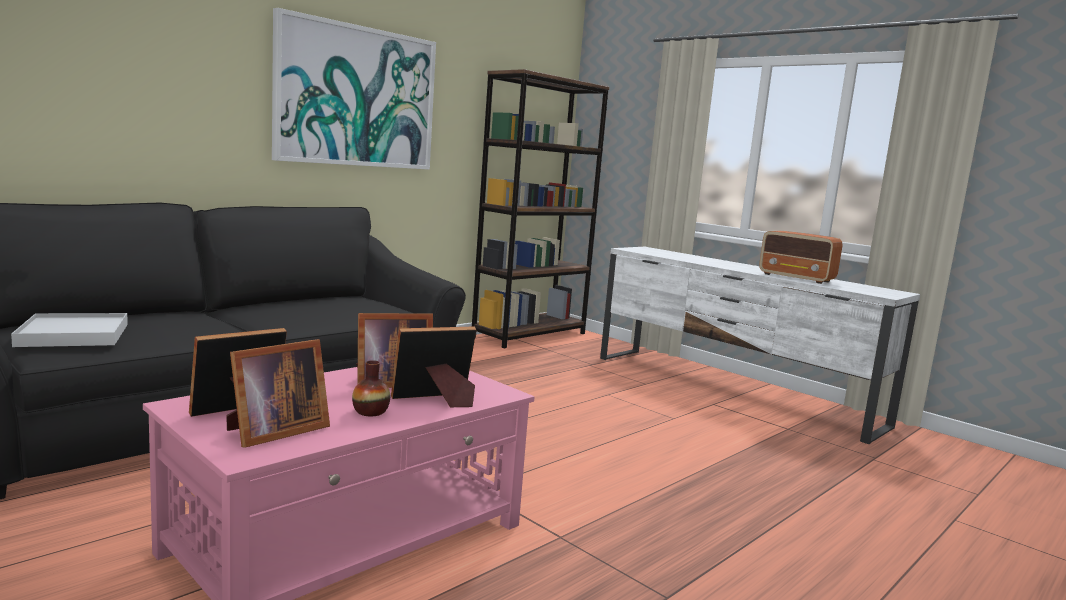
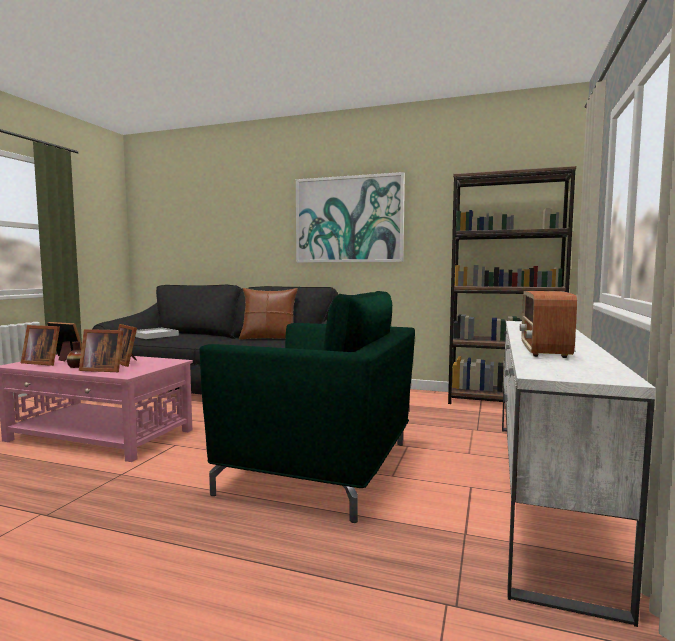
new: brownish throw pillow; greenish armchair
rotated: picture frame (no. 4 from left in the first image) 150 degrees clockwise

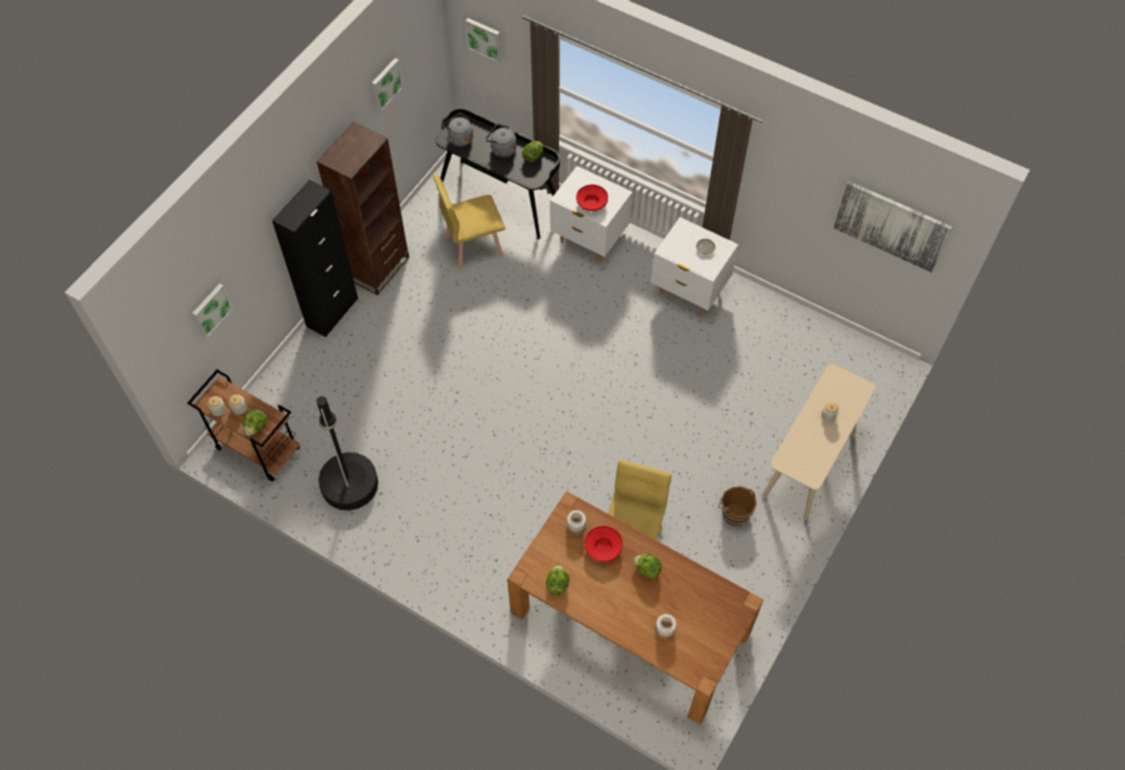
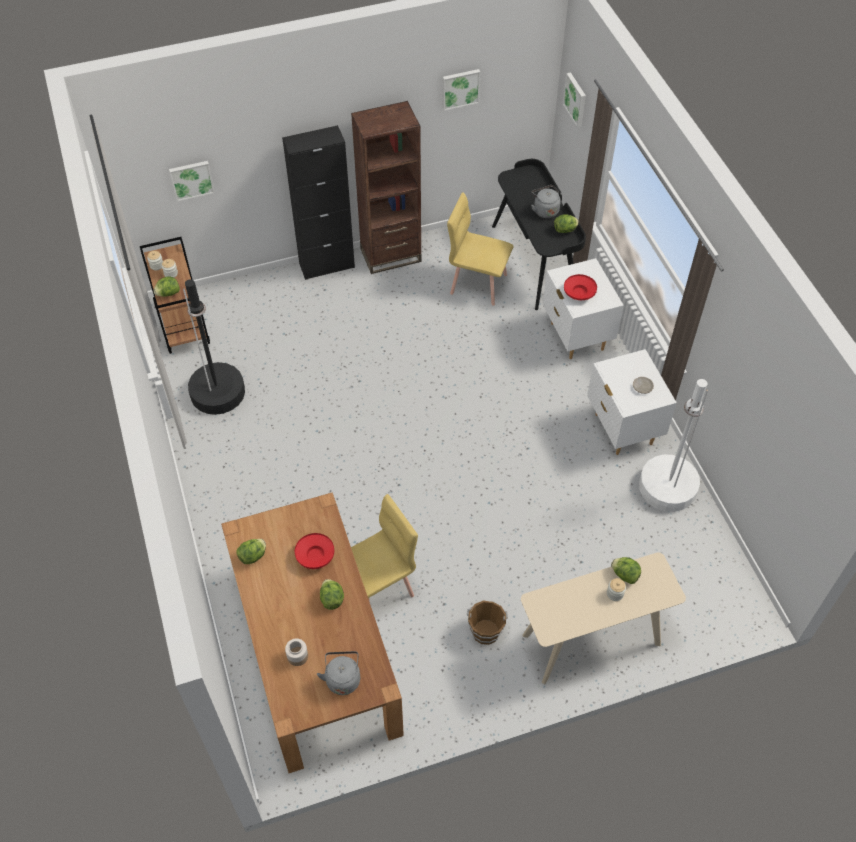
gone: picture (no. 4 from left); storage jar (no. 3 from left)
new: whitish floor lamp; lettuce head (no. 5 from left)
shifted: greyish water kettle (no. 1 from left)

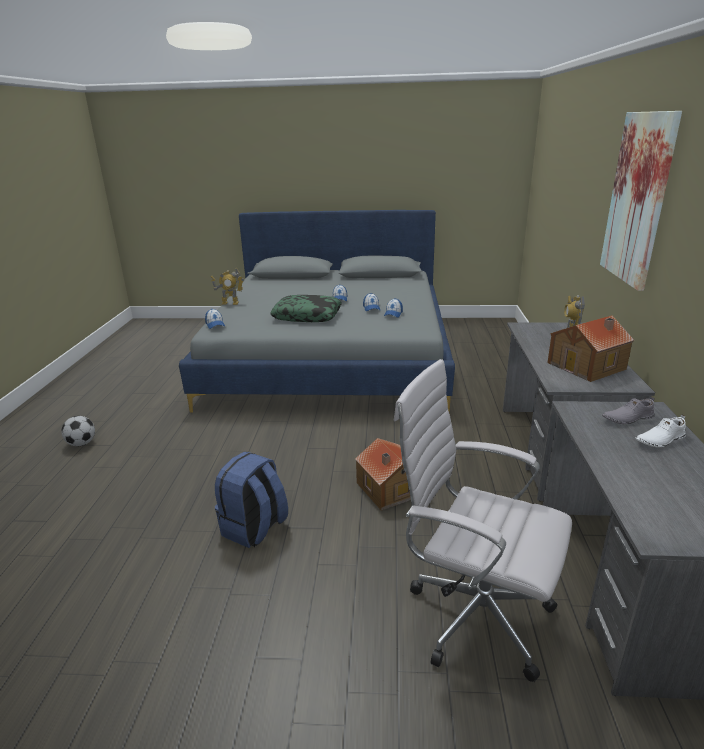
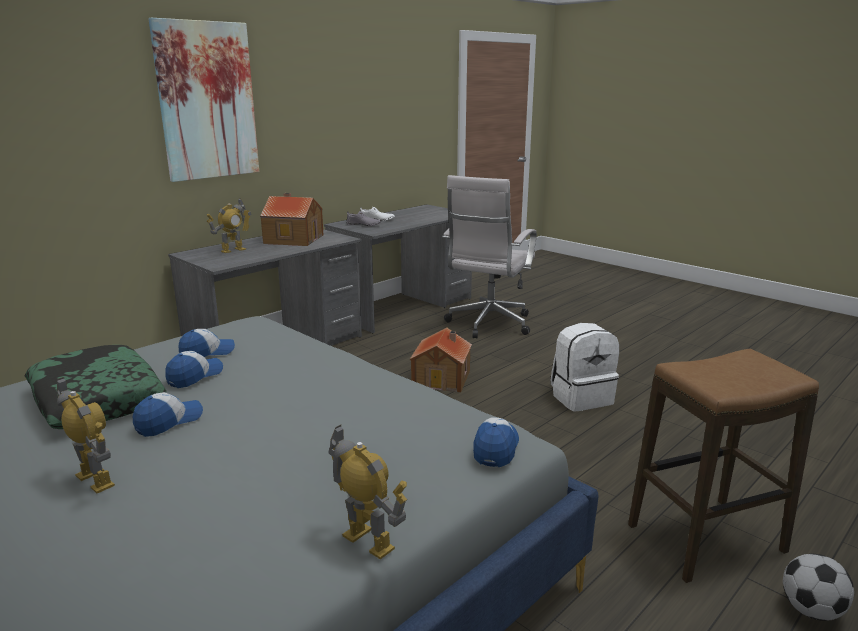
new: stool seat; robot figure (no. 1 from left)
shifted: throw pillow
repainted: blue backpack to whitish backpack
rotated: whitish office chair 45 degrees clockwise

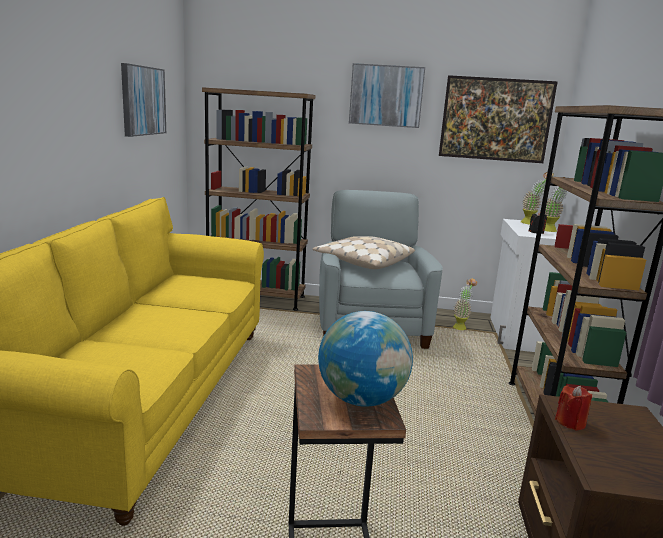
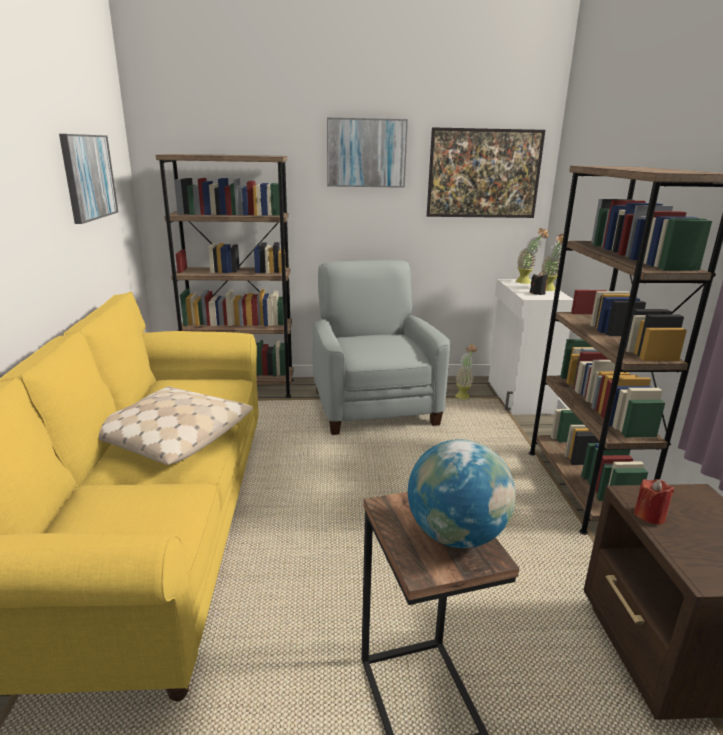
shifted: sand-coloured throw pillow

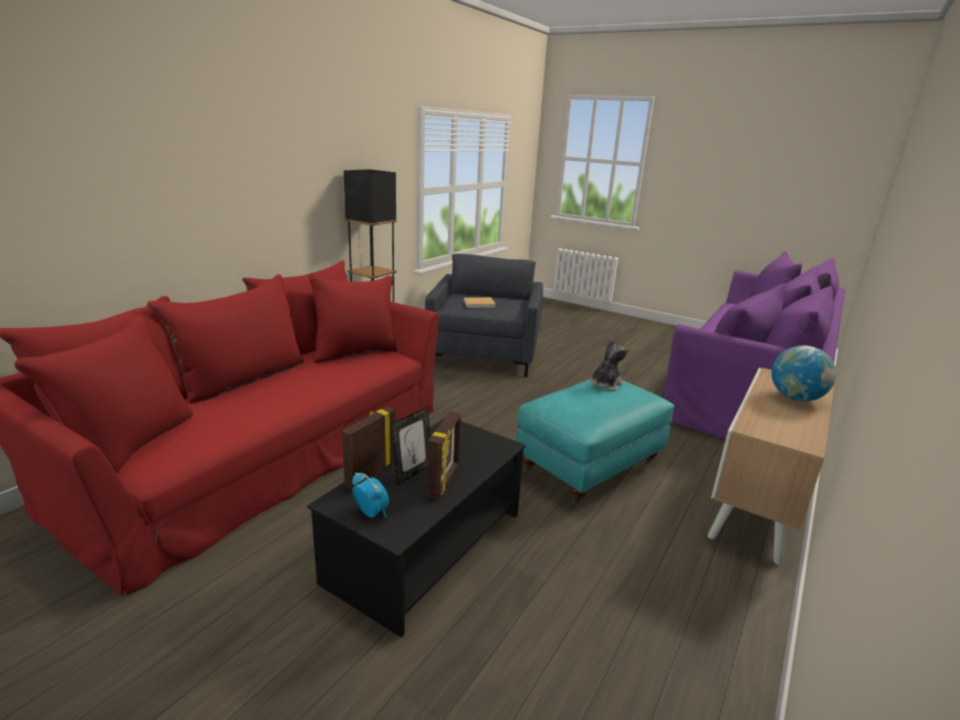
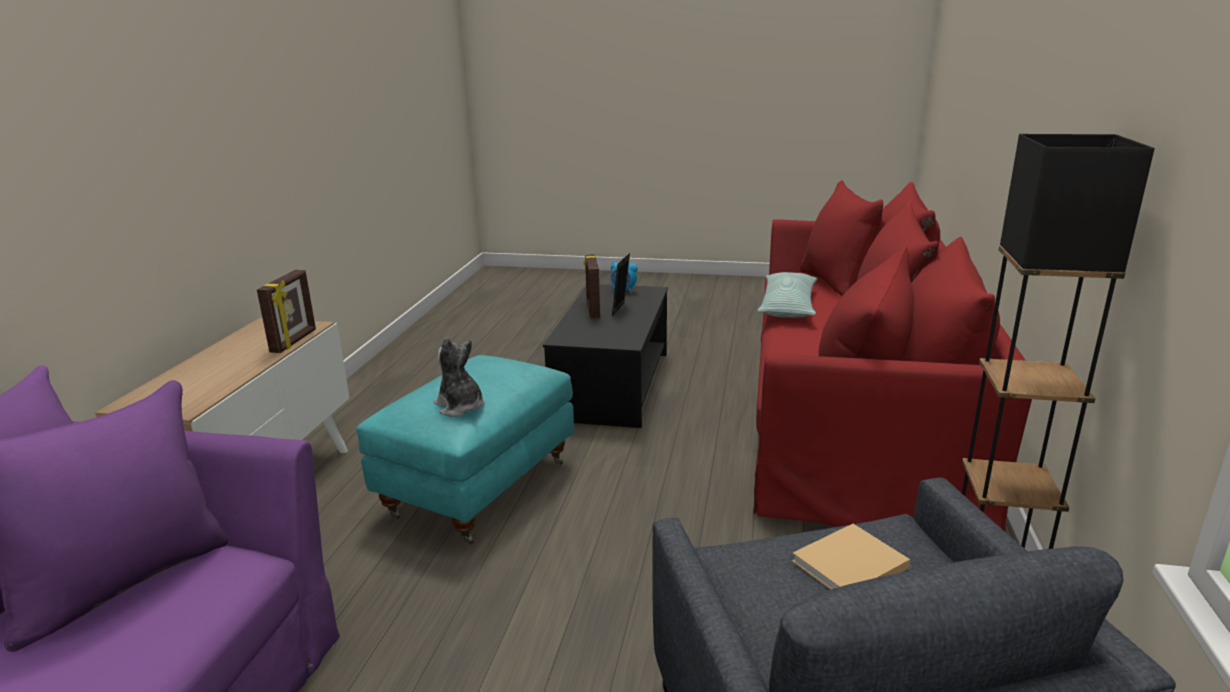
gone: globe
new: throw pillow
shifted: picture frame (no. 1 from left)
rotated: cuddly toy 120 degrees clockwise

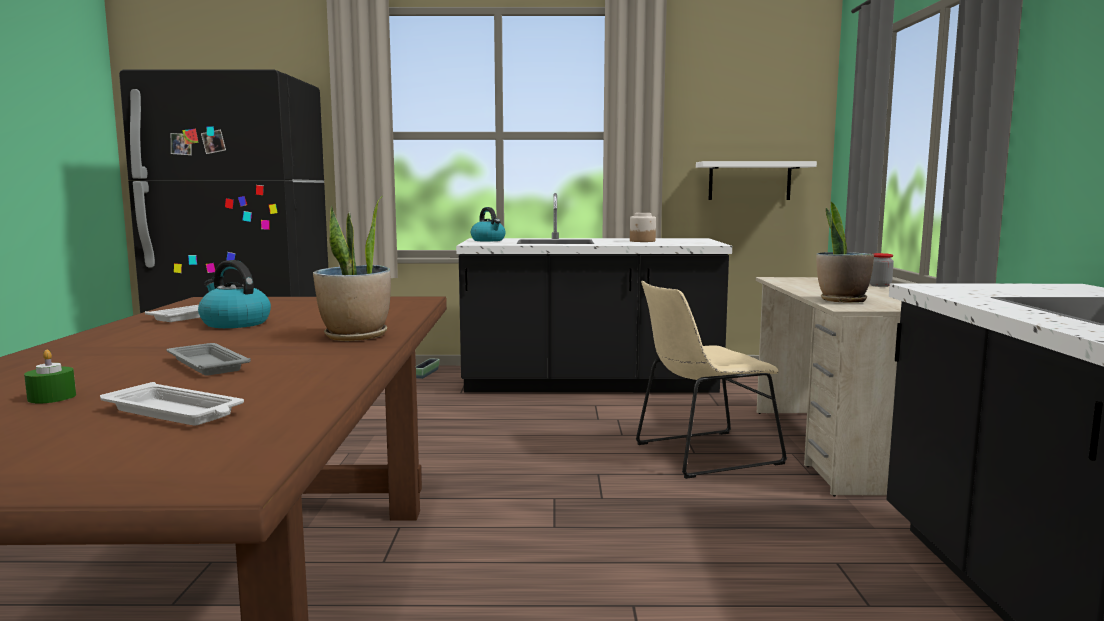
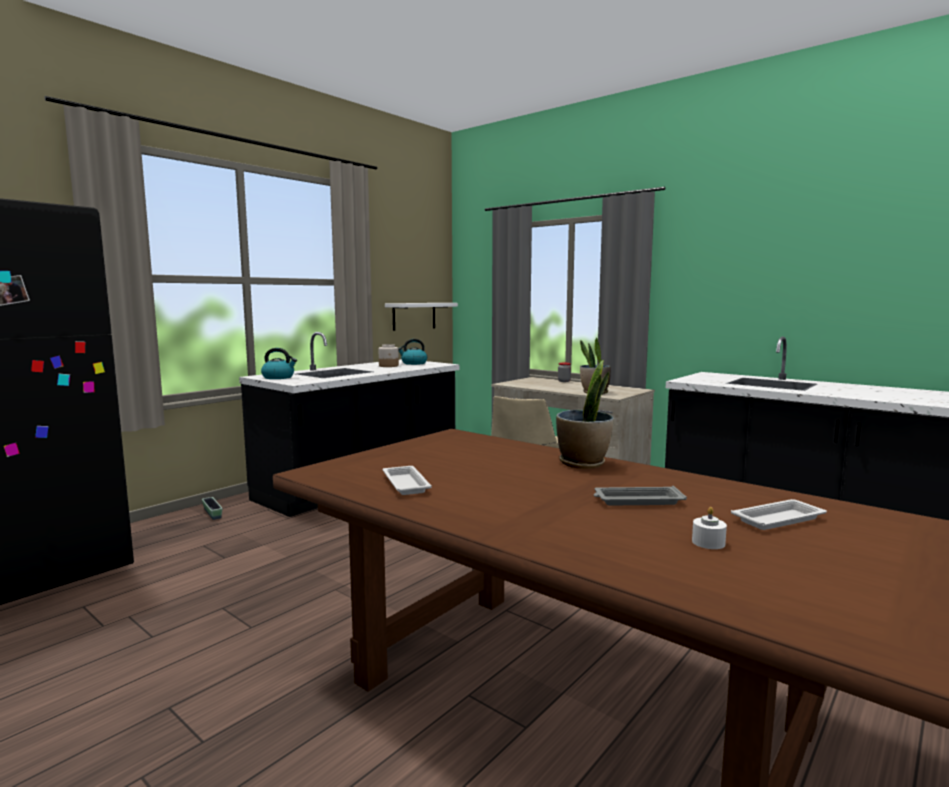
shifted: water kettle (no. 1 from left in the first image) to water kettle (no. 2 from left)
repainted: greenish wax light to whitish wax light

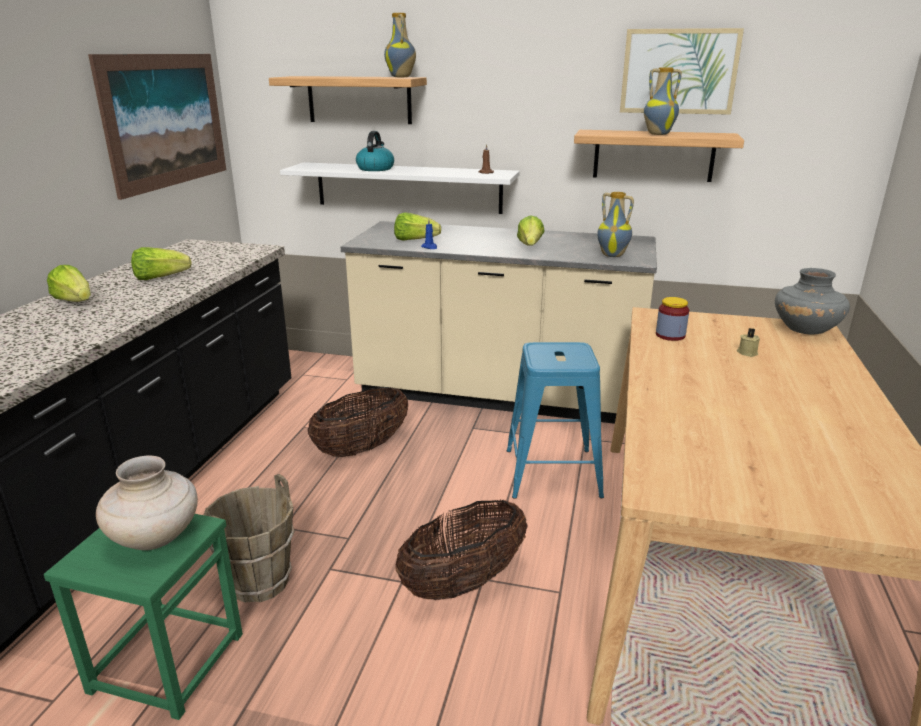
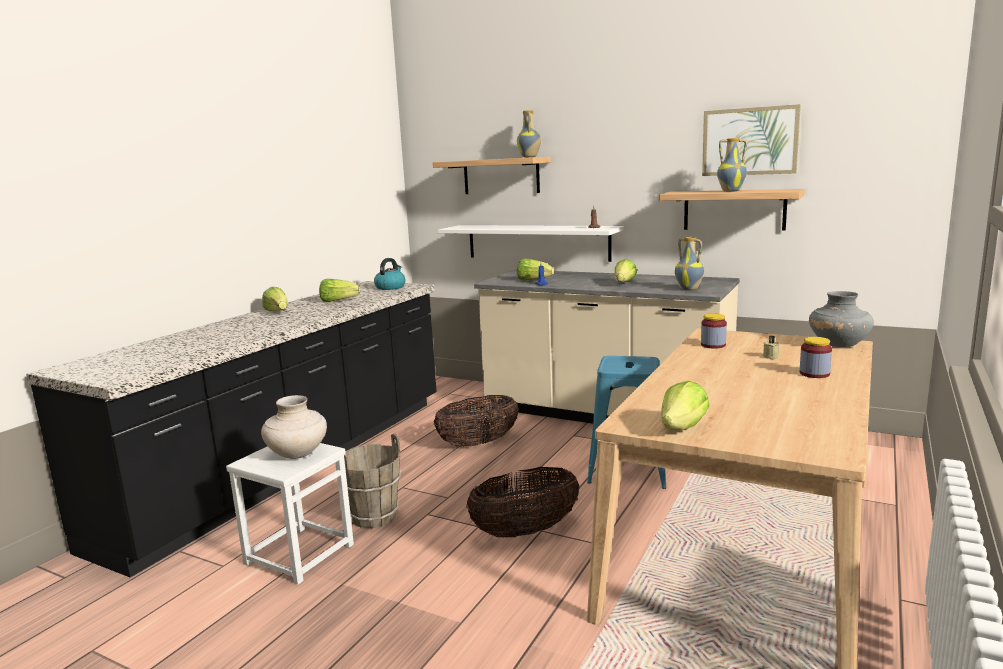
gone: picture (no. 1 from left)
new: storage jar (no. 2 from left); lettuce head (no. 5 from left)
shifted: water kettle
repainted: greenish stool seat to whitish stool seat

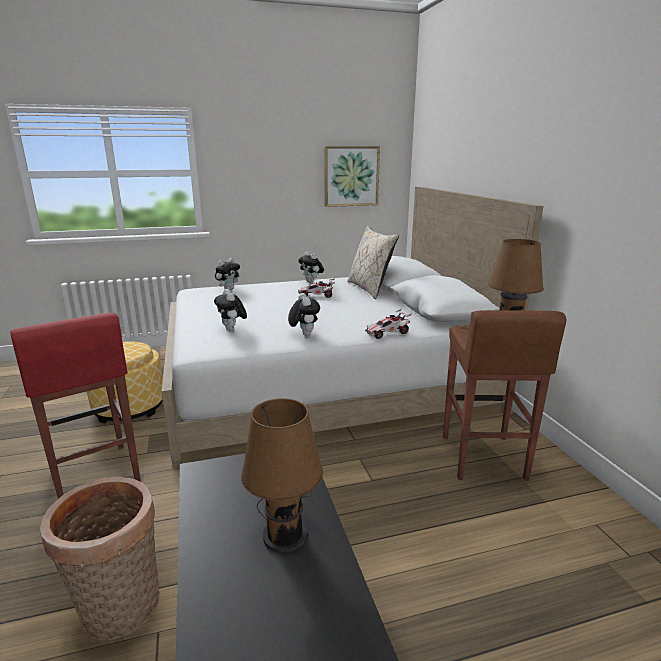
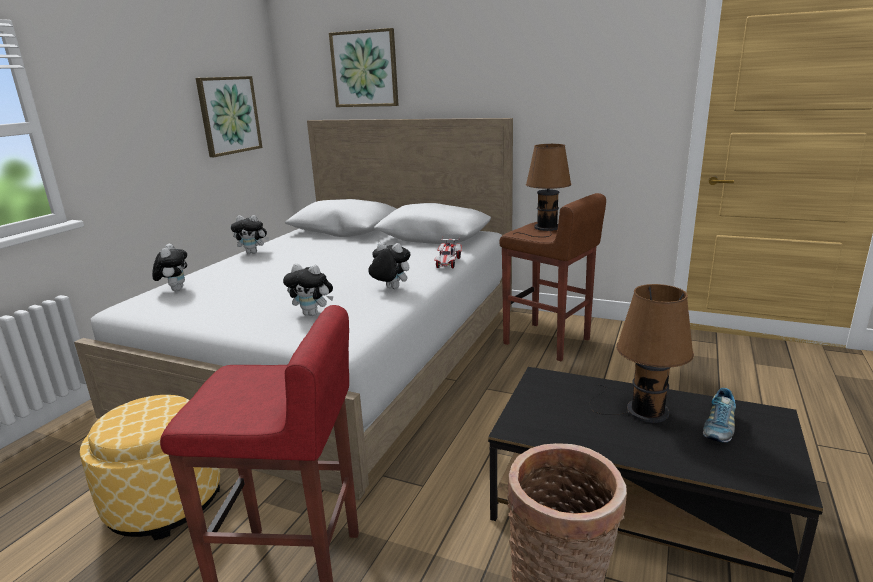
gone: sand-coloured throw pillow; toy car (no. 1 from left)
new: picture (no. 2 from left); item of footwear

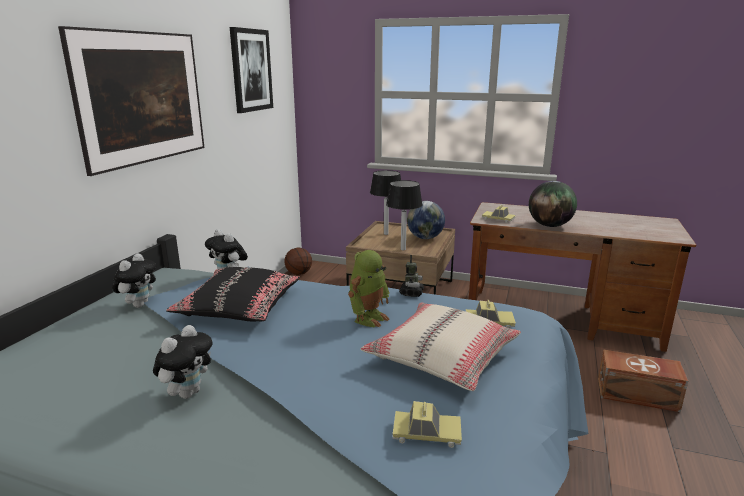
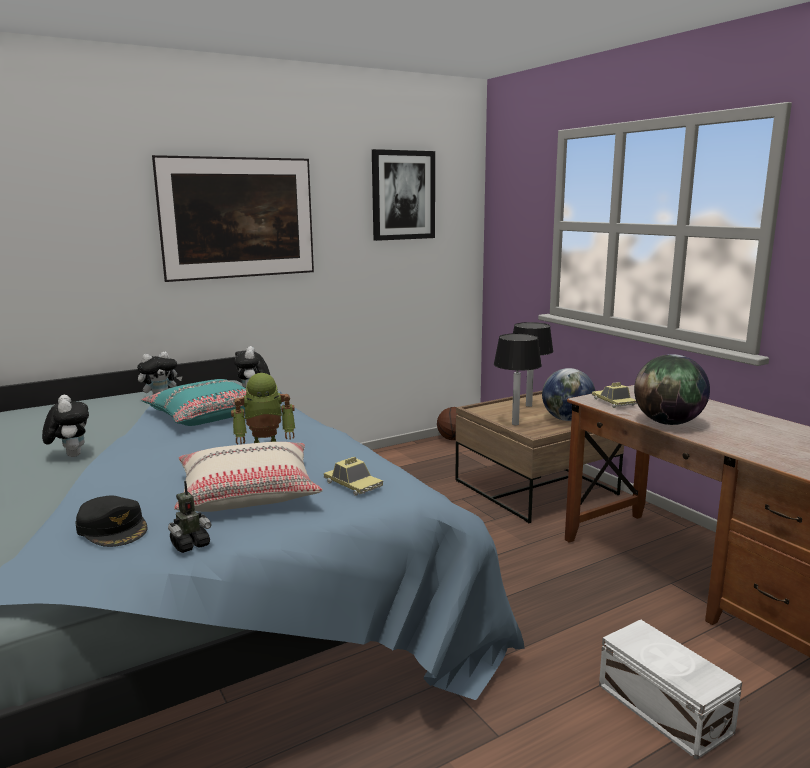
shifted: robot figure (no. 2 from left in the first image) to robot figure (no. 1 from left)
swapped: toy car (no. 1 from left) to black peaked cap
repainted: black throw pillow to turquoise throw pillow; brownish storage box to whitish storage box
rotated: cuddly toy (no. 2 from left in the first image) 90 degrees counterclockwise

